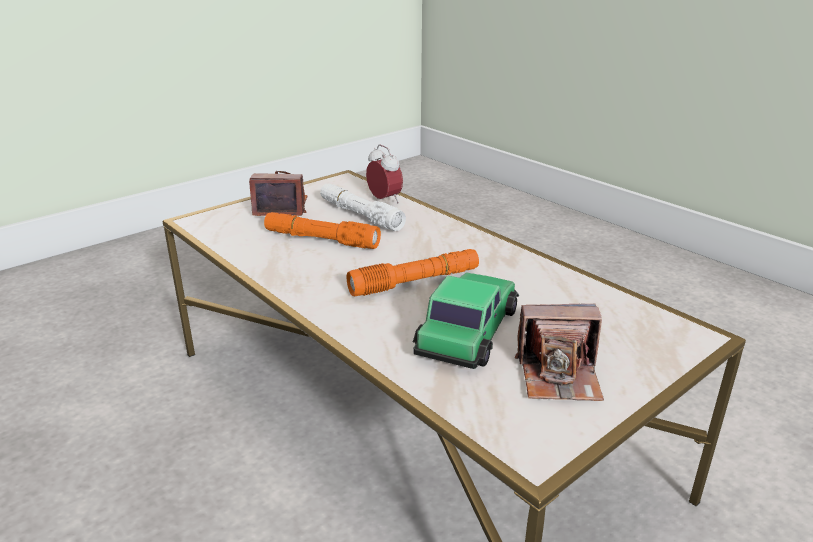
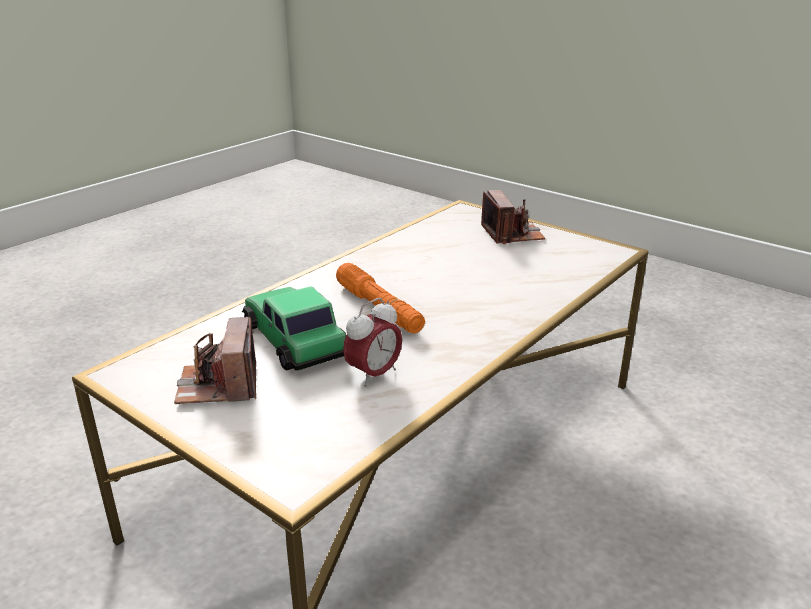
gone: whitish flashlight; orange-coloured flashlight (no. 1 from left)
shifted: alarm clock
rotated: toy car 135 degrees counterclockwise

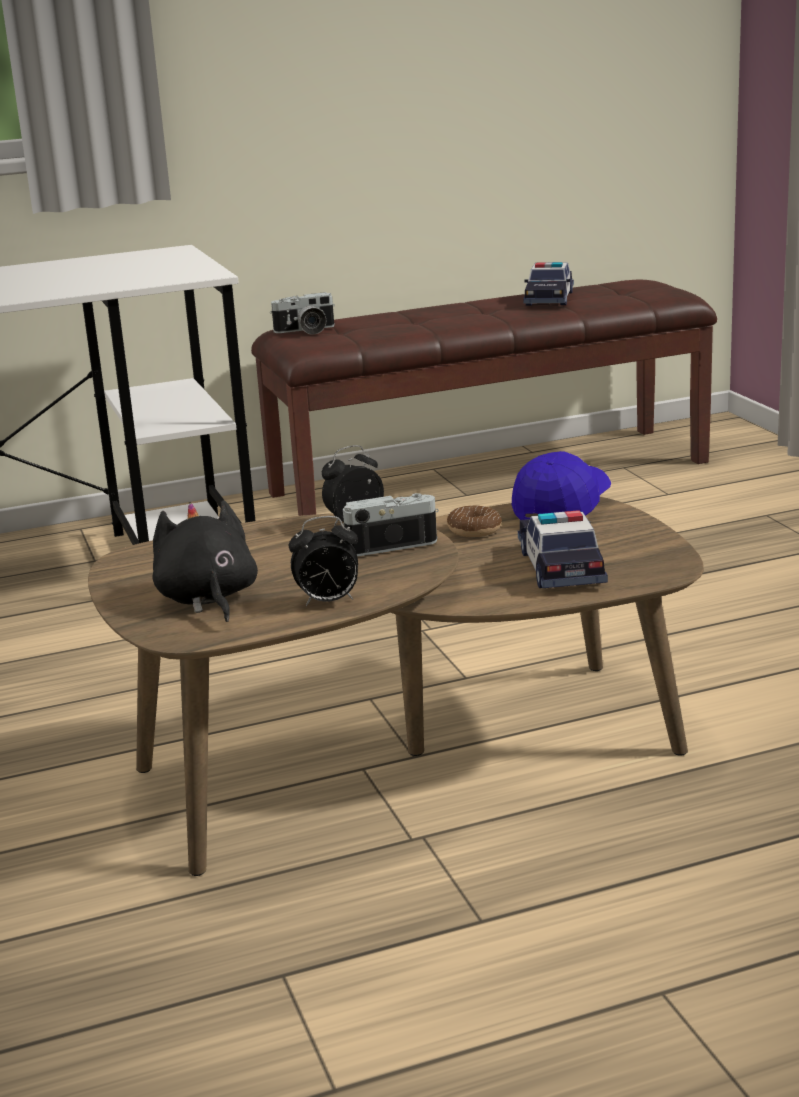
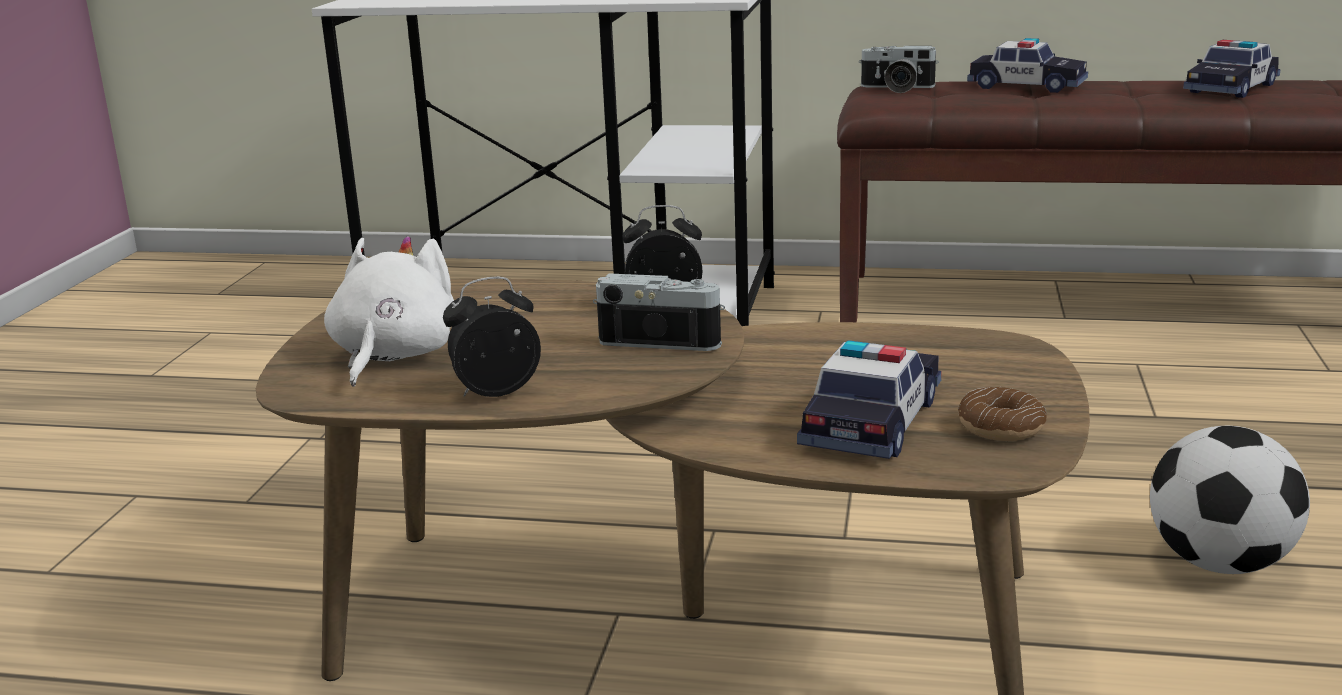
gone: blue peaked cap
new: toy car (no. 2 from left); ball for football
shifted: doughnut
repainted: black cuddly toy to whitish cuddly toy
rotated: alarm clock (no. 1 from left) 135 degrees clockwise

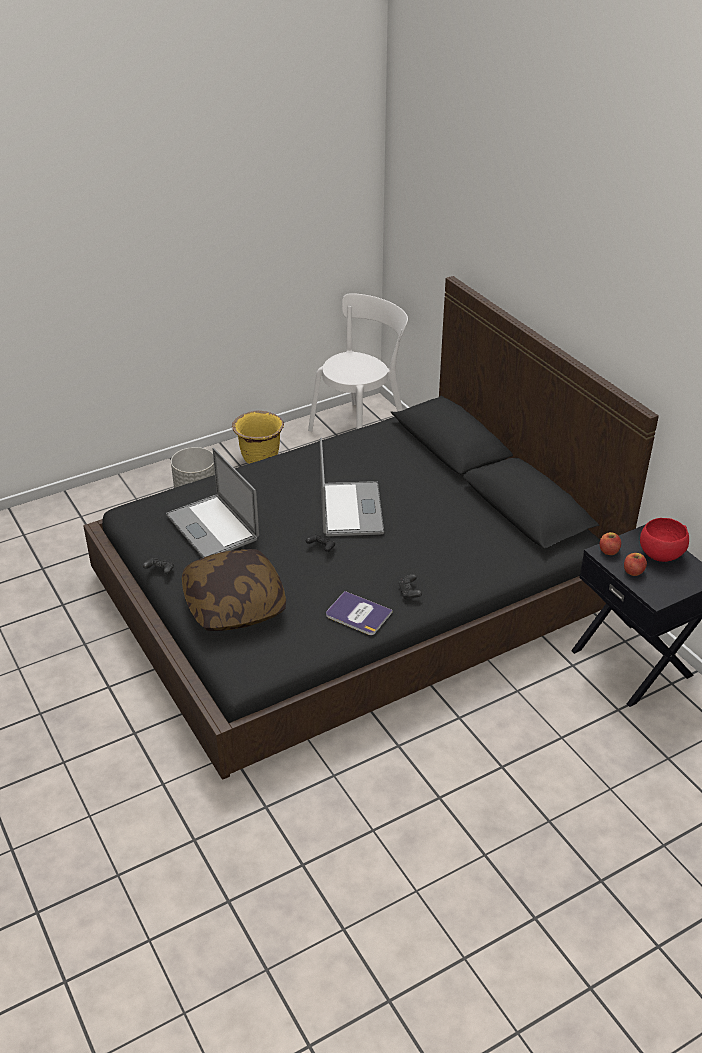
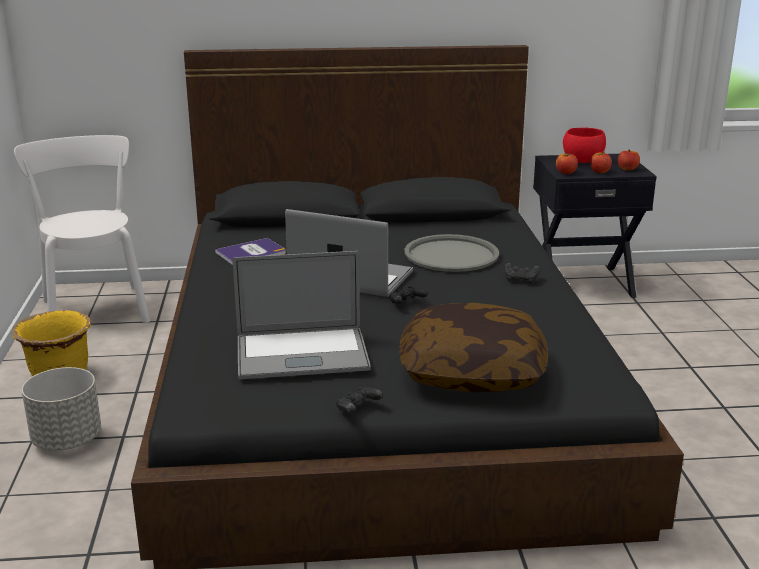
new: whole apple (no. 3 from left); greyish serving tray
shifted: volume

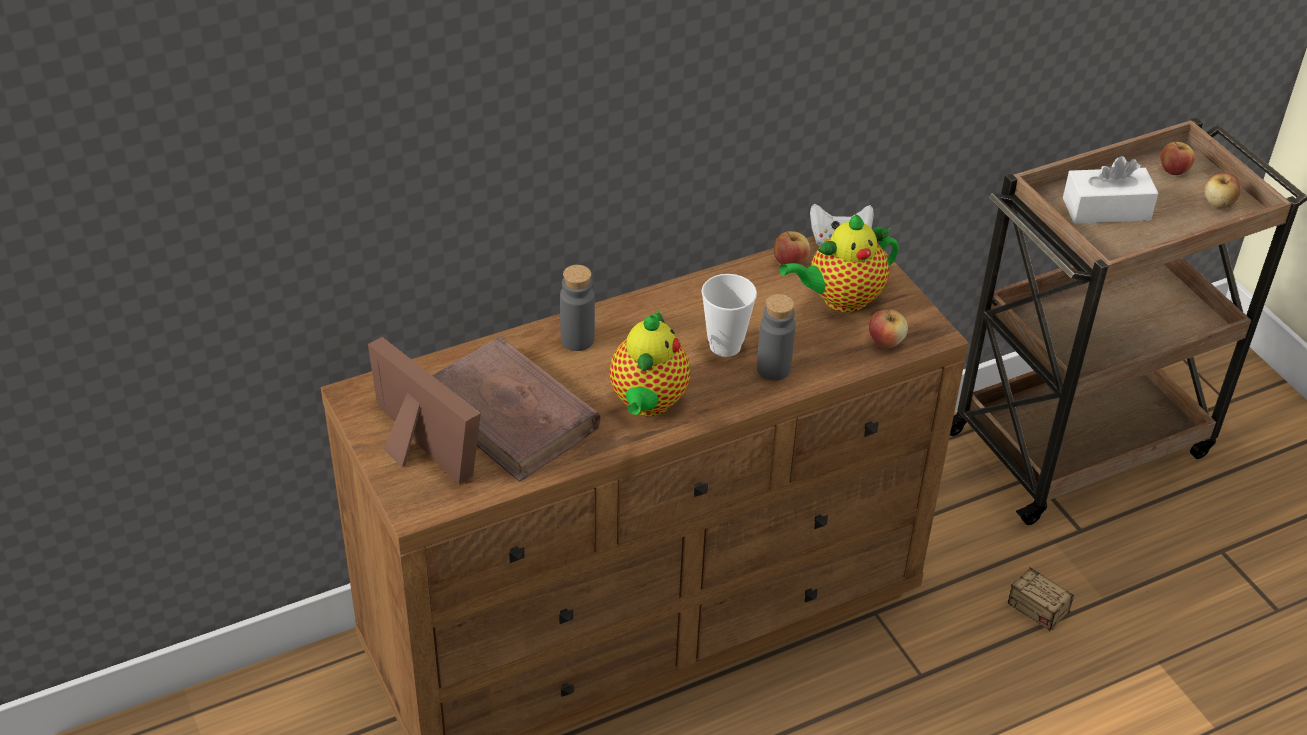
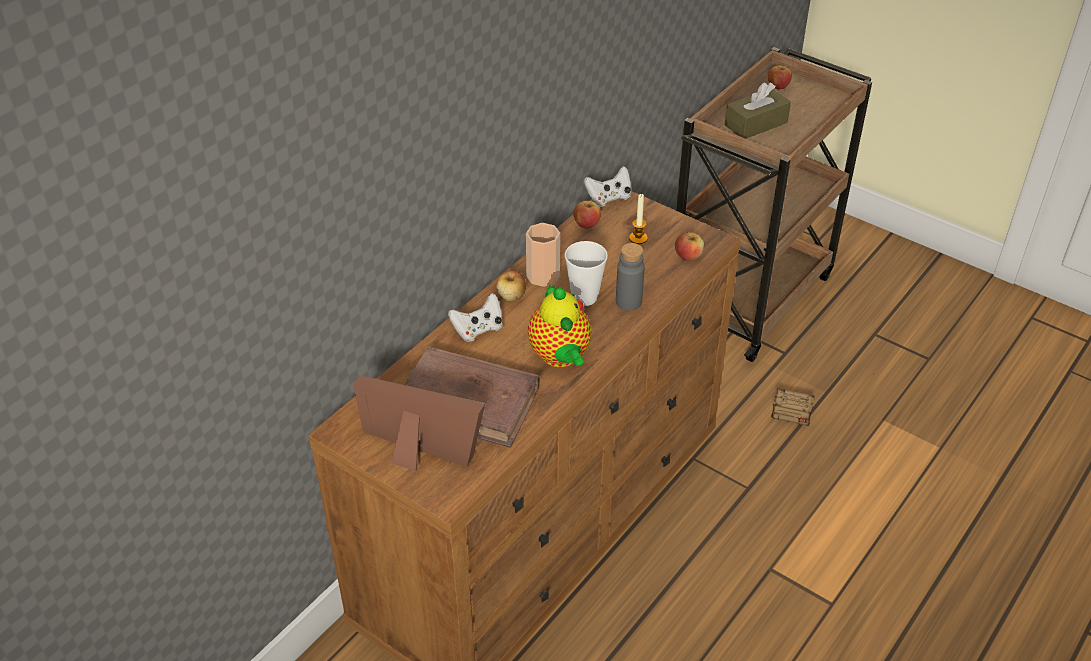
new: small cup (no. 1 from left)
shifted: whole apple (no. 4 from left in the first image) to whole apple (no. 1 from left)
swapped: teapot (no. 2 from left) to wax light; greyish beverage bottle (no. 1 from left) to whitish joypad (no. 1 from left)
repainted: whitish tissue holder to brownish tissue holder

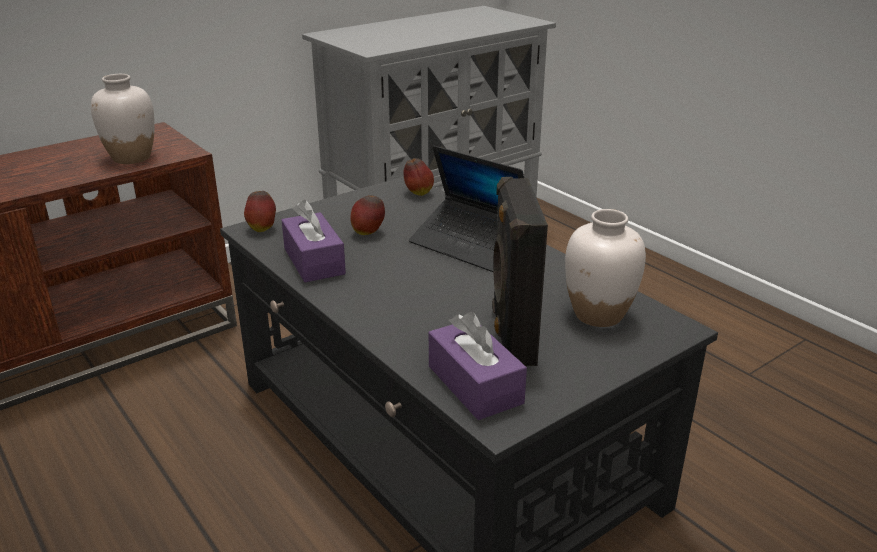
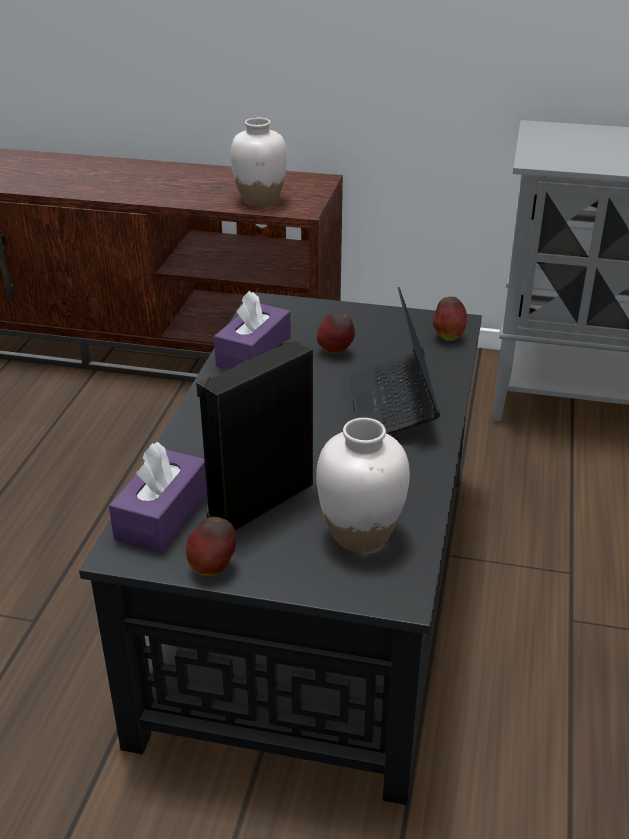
shifted: whole apple (no. 1 from left)

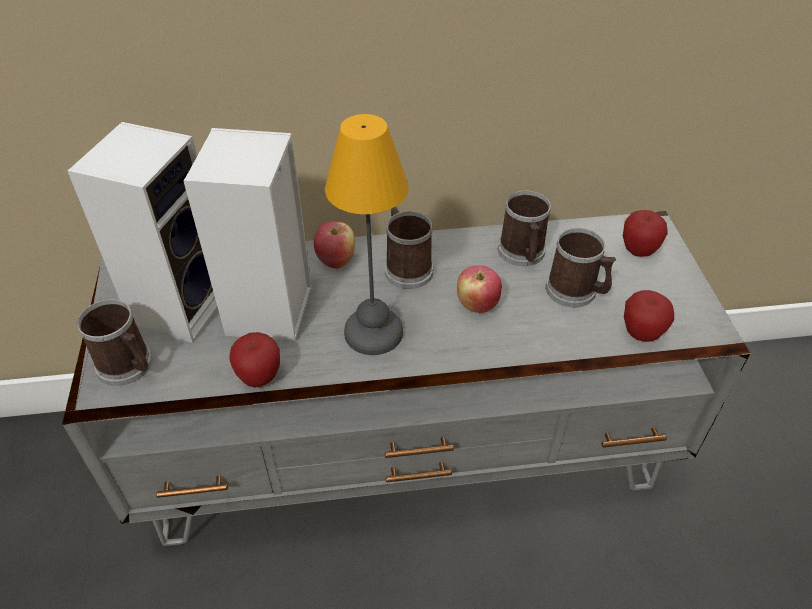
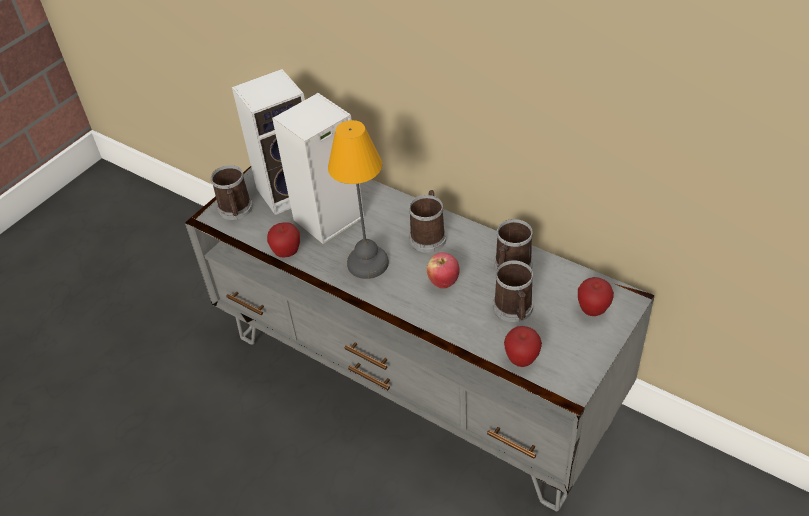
gone: whole apple (no. 2 from left)

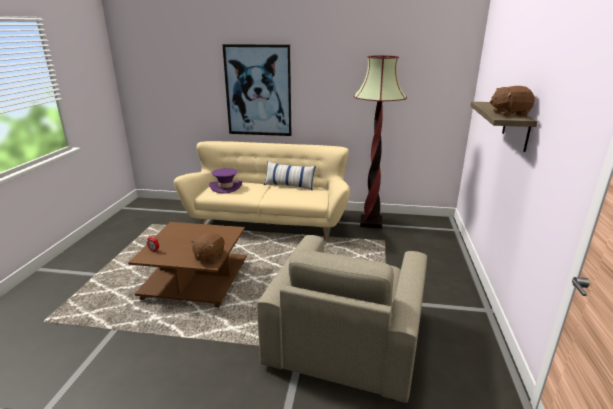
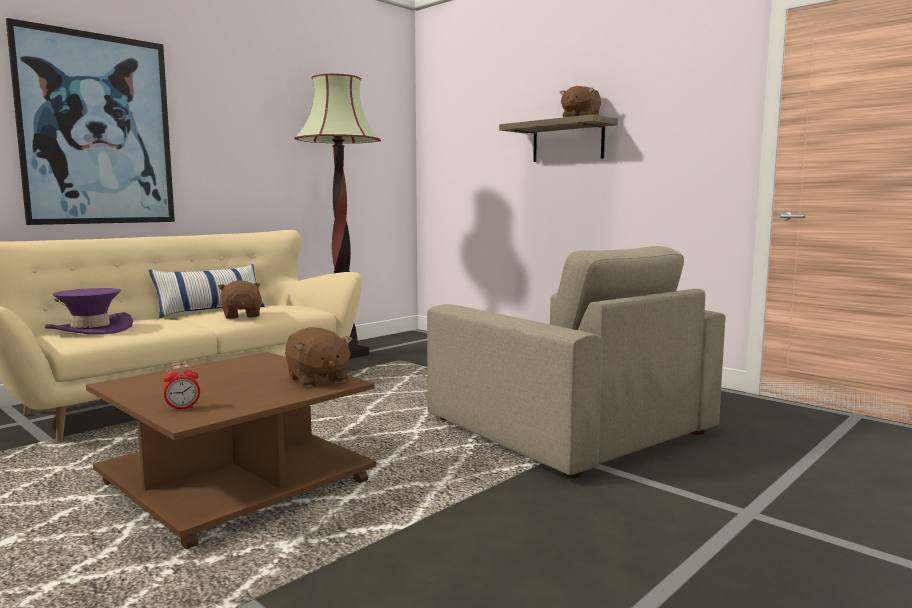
new: brownish cuddly toy (no. 1 from left)

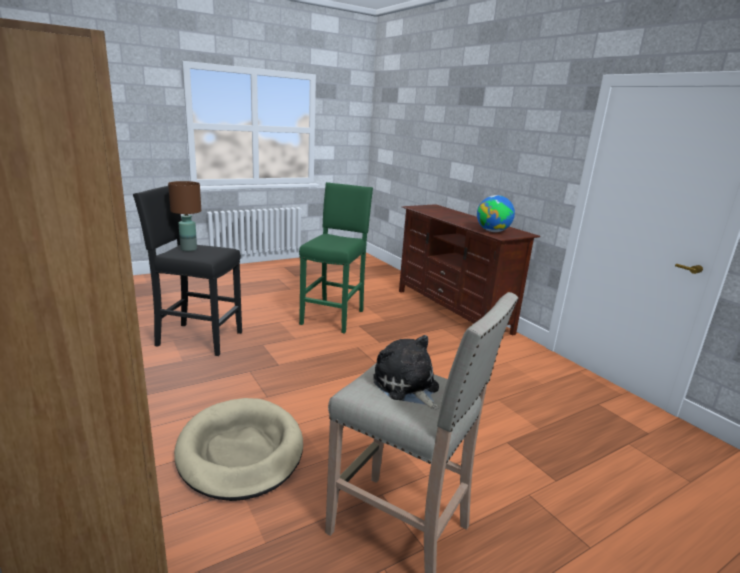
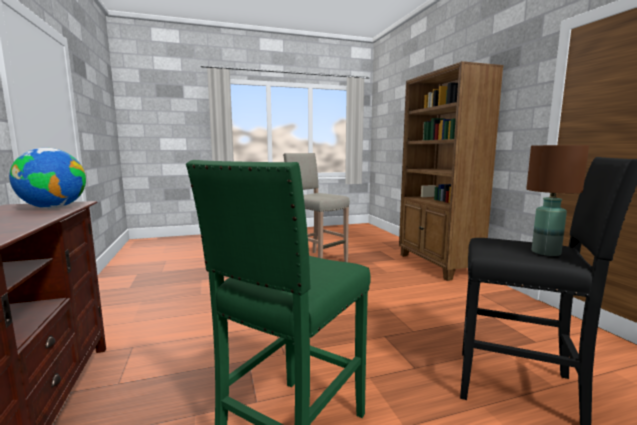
gone: cuddly toy; sand-coloured pet bed

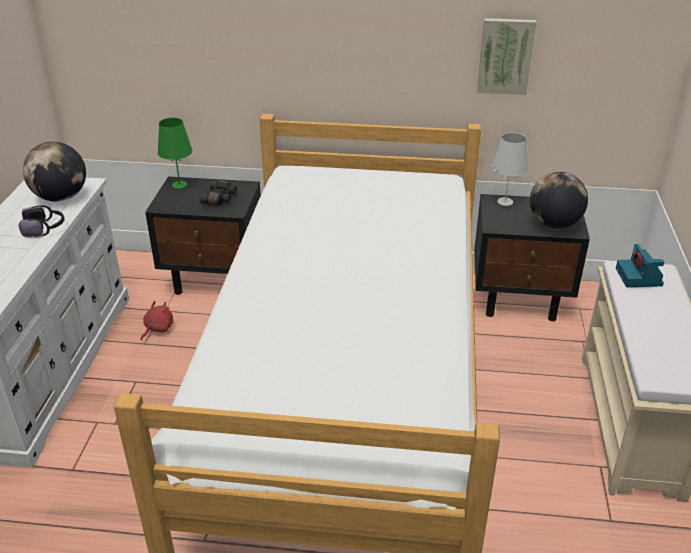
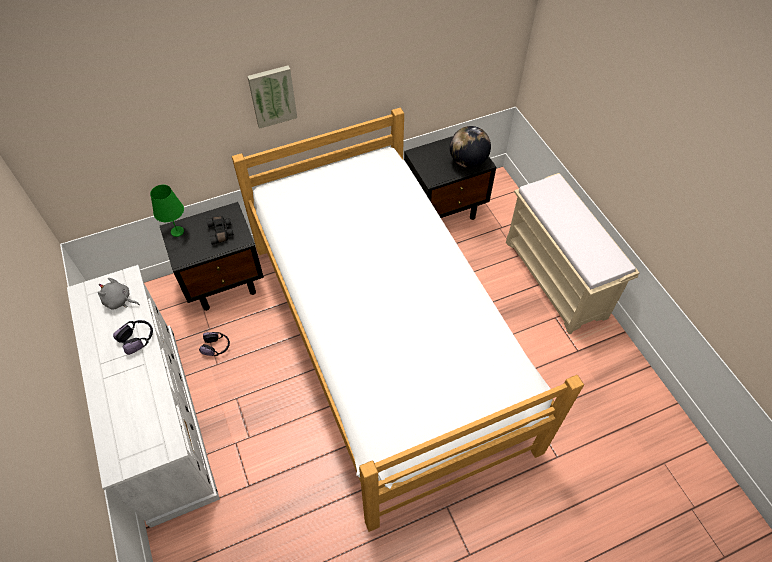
gone: whitish table lamp; photo camera
shifted: picture
swapped: globe (no. 1 from left) to greyish cuddly toy; red cuddly toy to pair of headphones (no. 2 from left)

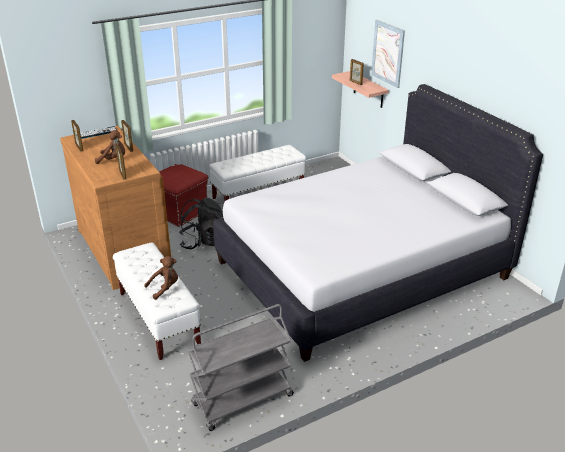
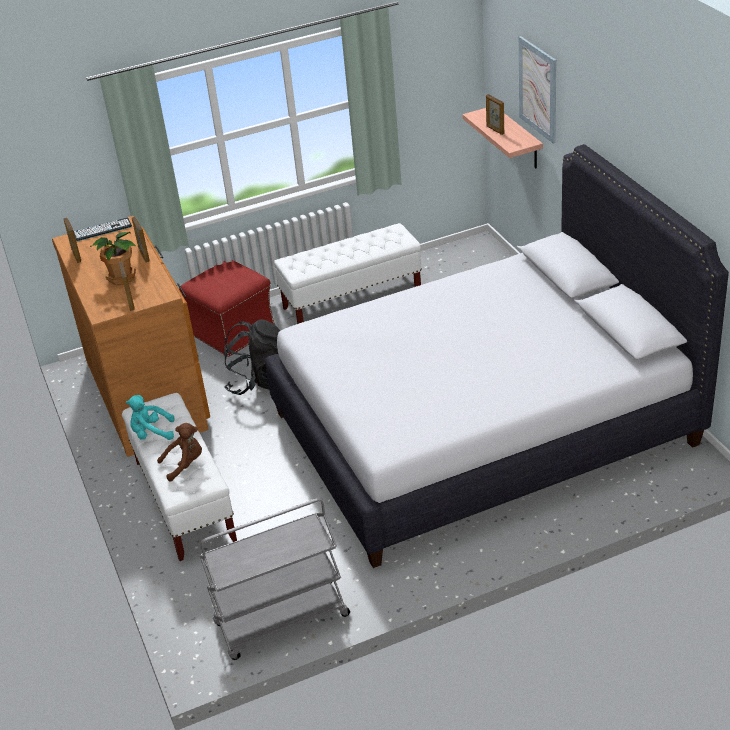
new: turquoise cuddly toy
swapped: brownish cuddly toy (no. 1 from left) to houseplant

